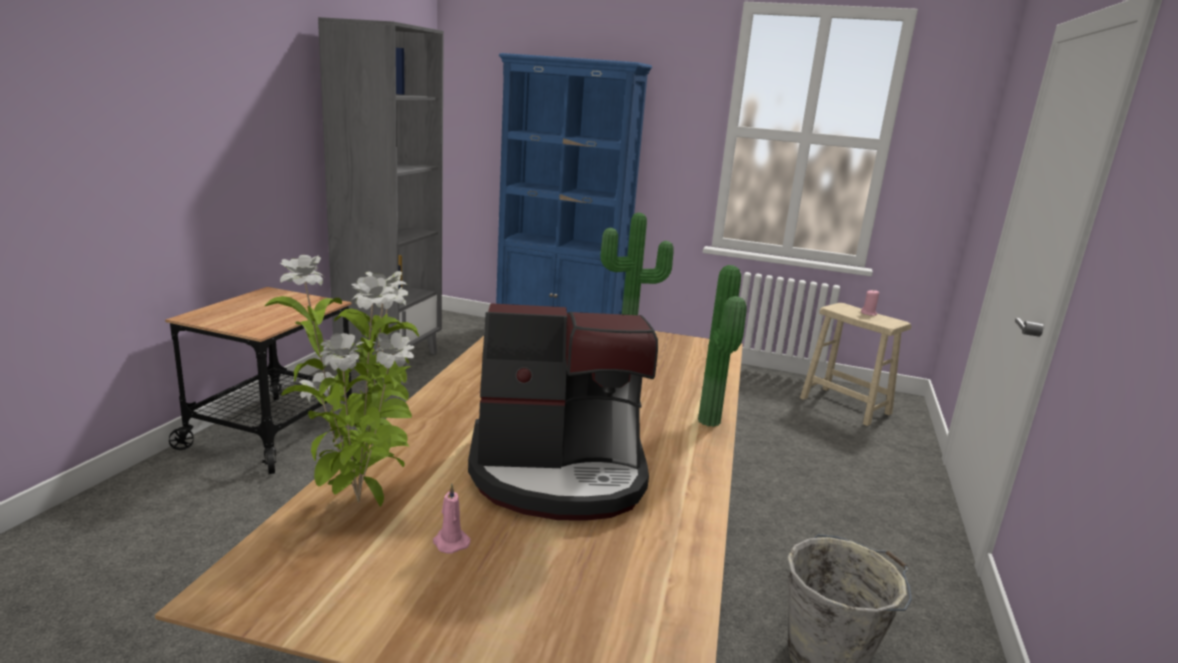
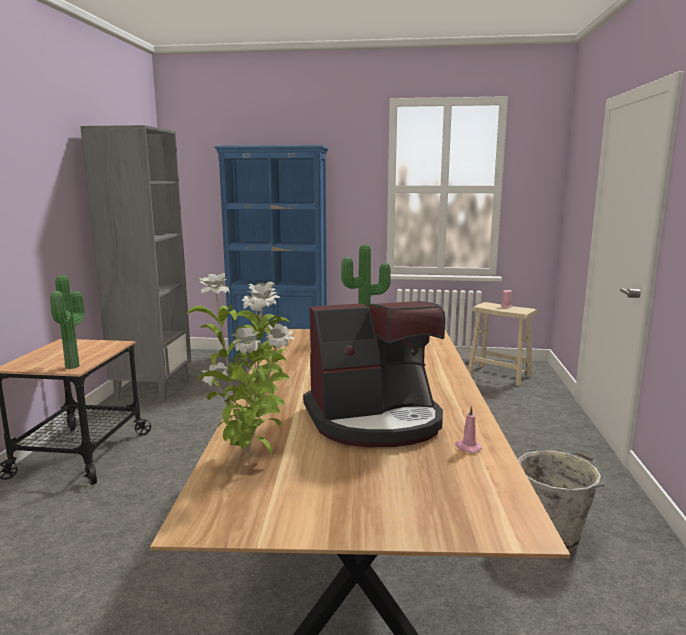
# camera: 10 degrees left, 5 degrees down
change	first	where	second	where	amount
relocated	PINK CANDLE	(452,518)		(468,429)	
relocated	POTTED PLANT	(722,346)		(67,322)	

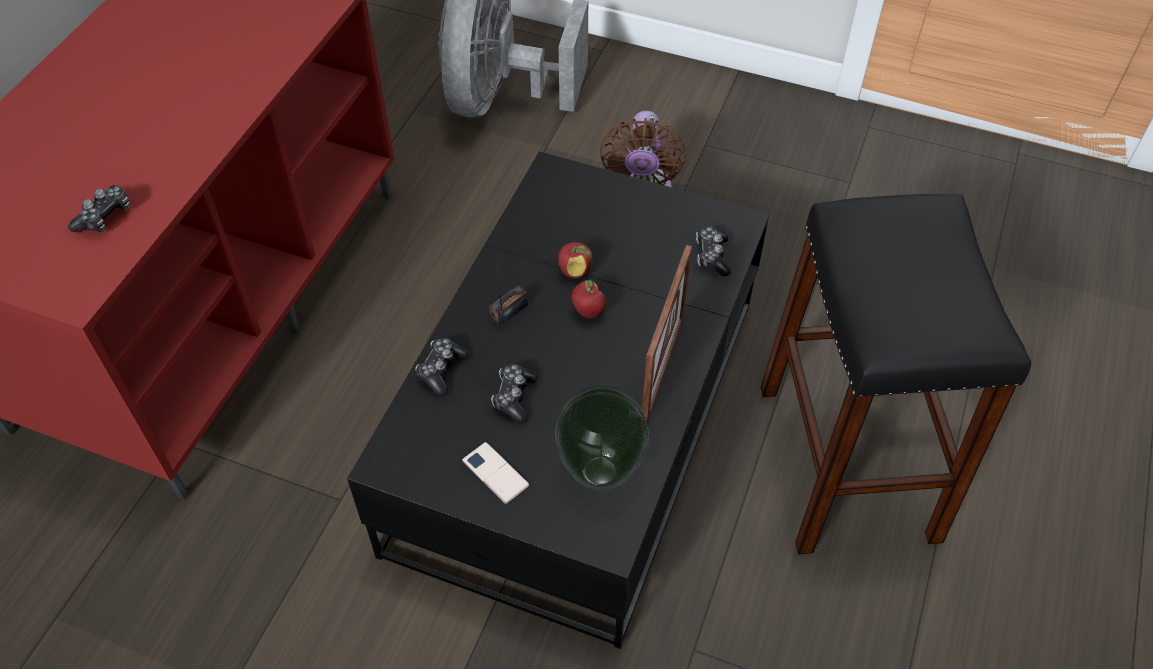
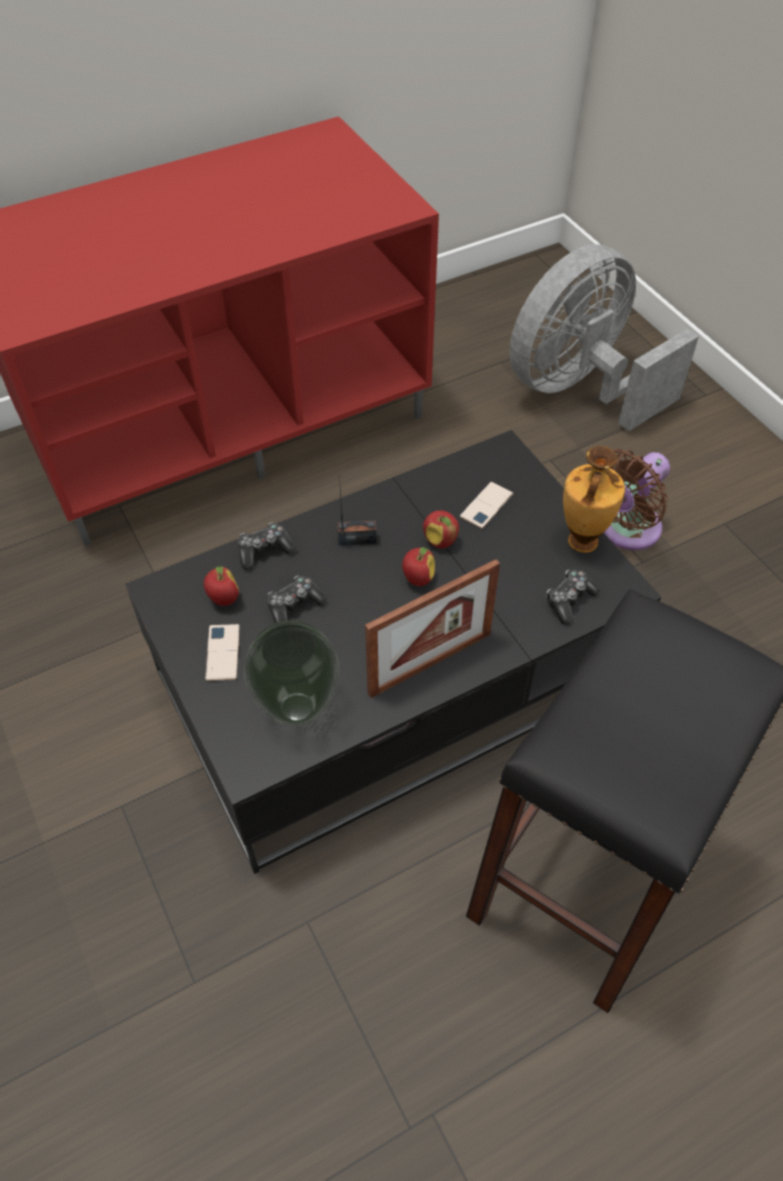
# camera: 40 degrees right, 0 degrees up
change	first	where	second	where	amount
missing	GAME CONTROLLER	(99,208)			
appeared			APPLE	(221,586)	
appeared			PHONE	(486,505)	
appeared			VASE	(594,499)	

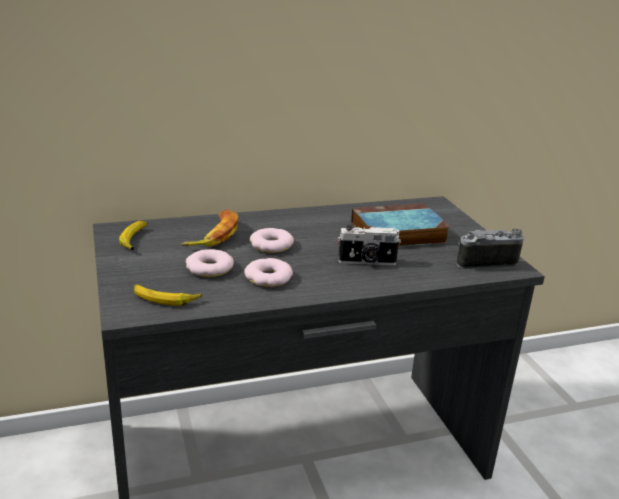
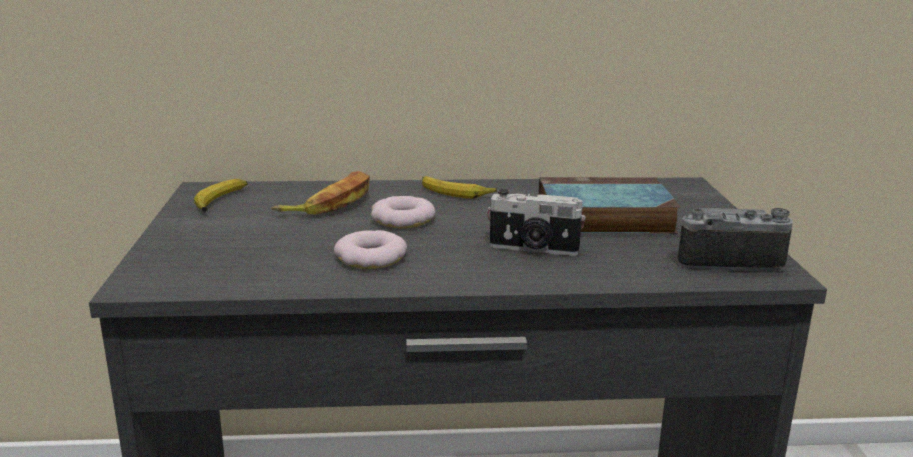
# camera: 15 degrees right, 5 degrees down
change	first	where	second	where	amount
missing	DONUT	(210,263)			
relocated	BANANA	(168,295)		(459,187)	

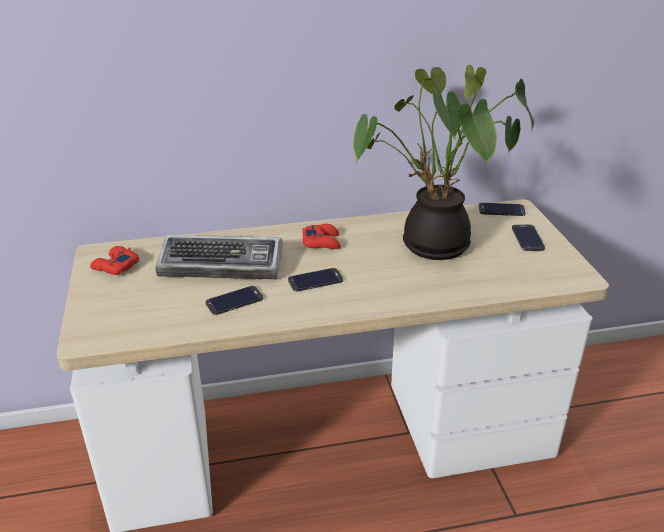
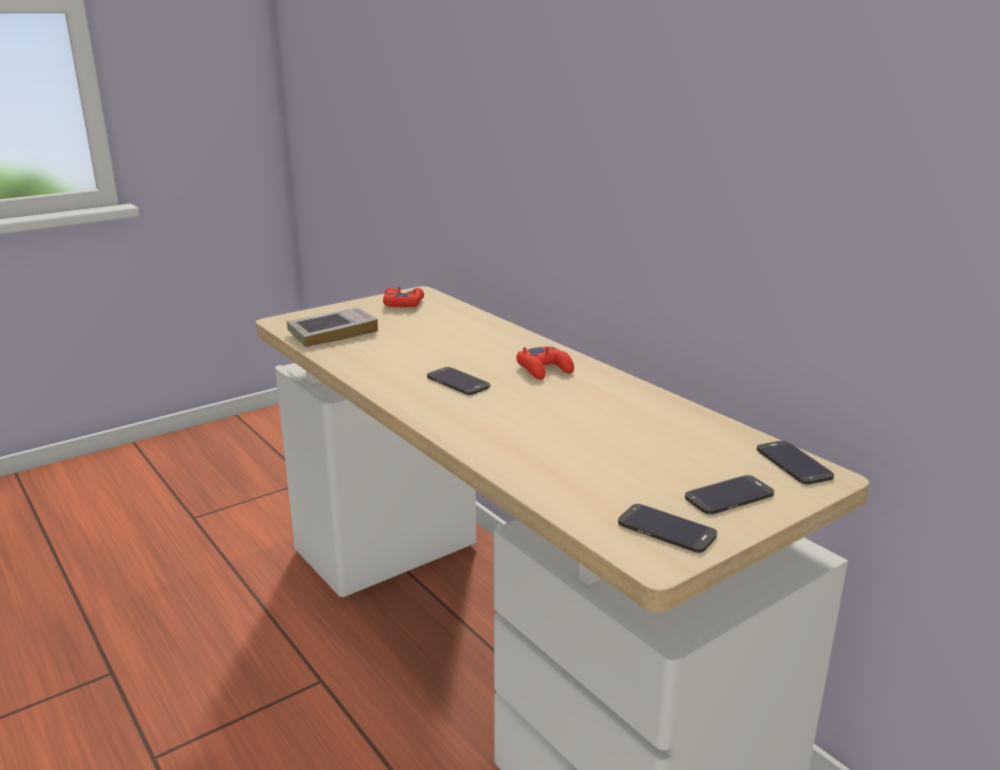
# camera: 65 degrees right, 10 degrees down
change	first	where	second	where	amount
missing	KEYBOARD	(219,256)			
missing	POTTED PLANT	(443,162)			
appeared			BOOK	(332,327)	
relocated	PHONE	(234,300)		(667,528)	

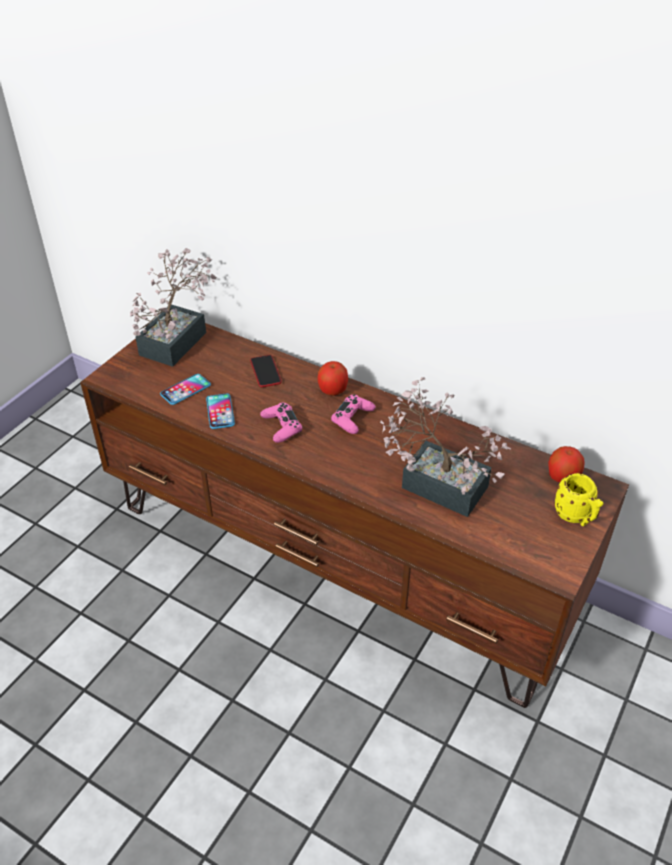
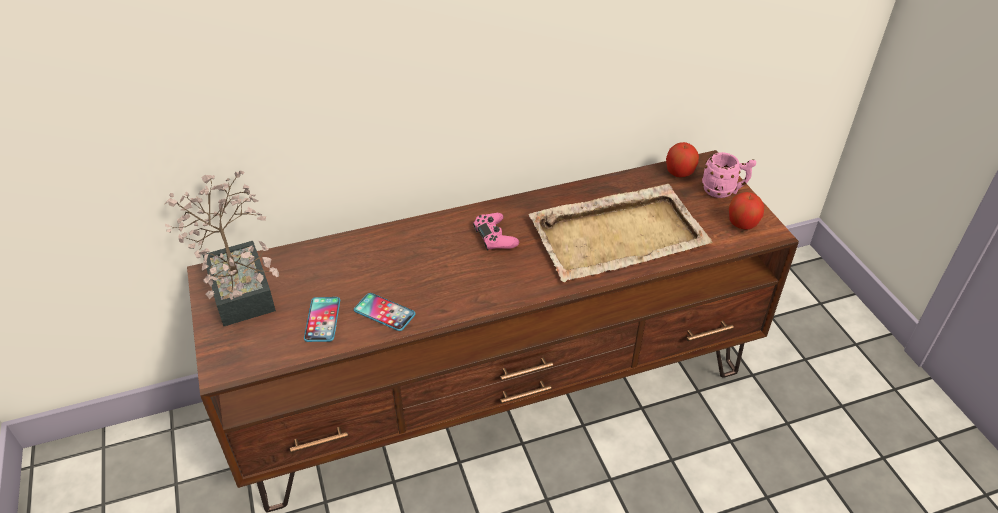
# camera: 50 degrees left, 0 degrees up
change	first	where	second	where	amount
missing	PHONE	(266,371)			
missing	PINK GAME CONTROLLER	(281,423)			
relocated	APPLE	(332,378)		(746,211)	
exchanged	POTTED PLANT	(445,447)	BEIGE TRAY	(621,233)	
colour	YELLOW MUG	(578,499)	PINK MUG	(729,175)	

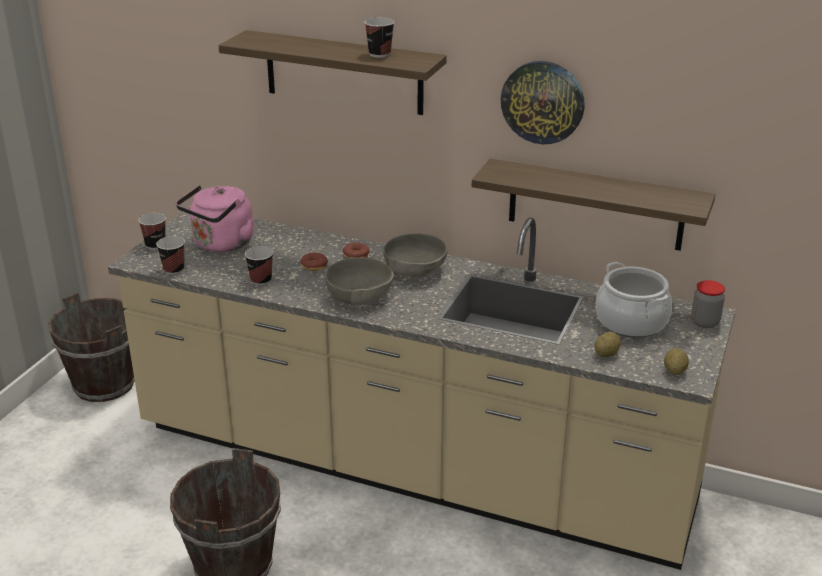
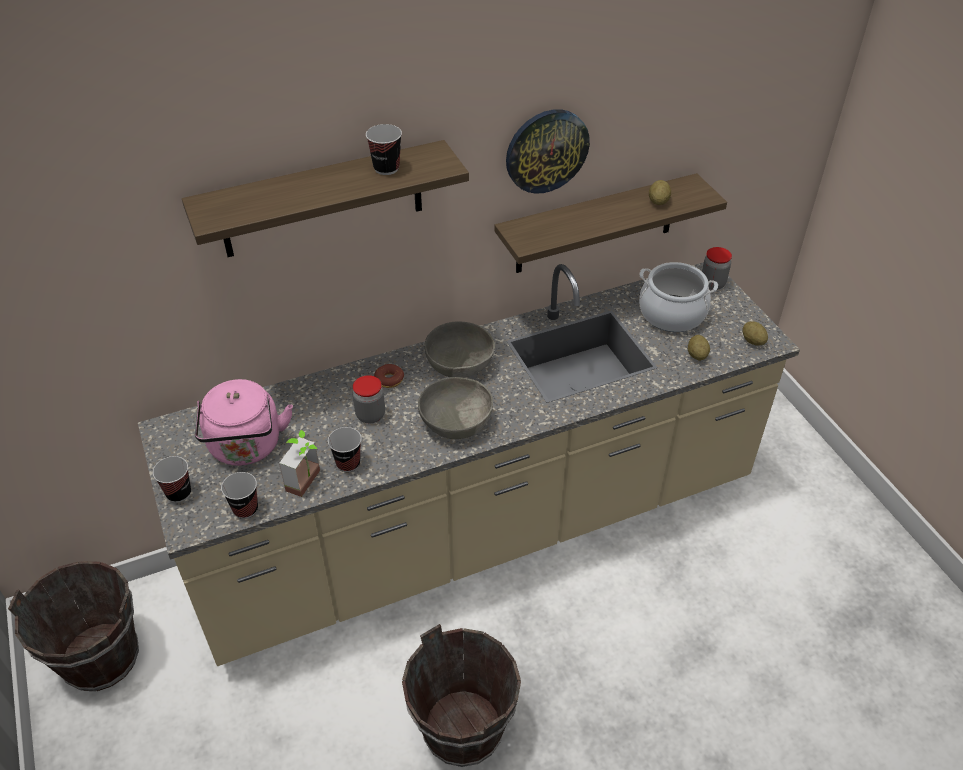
# camera: 45 degrees left, 15 degrees up
change	first	where	second	where	amount
appeared			POTTED PLANT	(299,463)	
appeared			POTATO	(660,192)	
exchanged	DONUT	(314,262)	JAR	(369,399)	

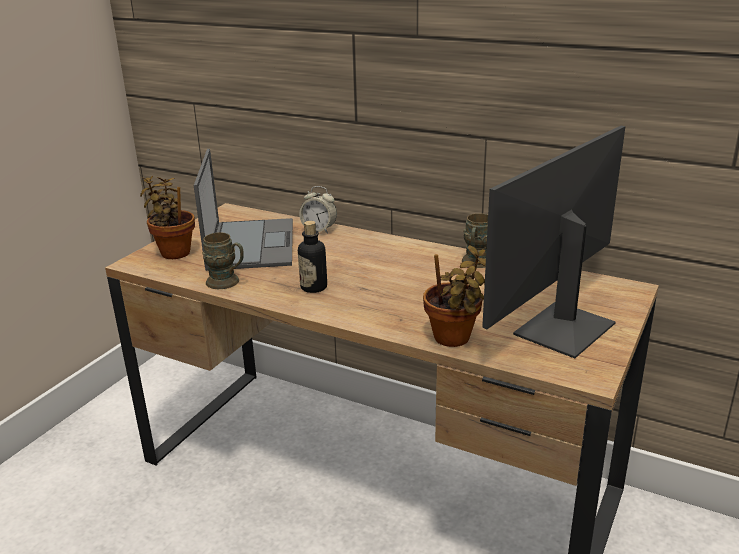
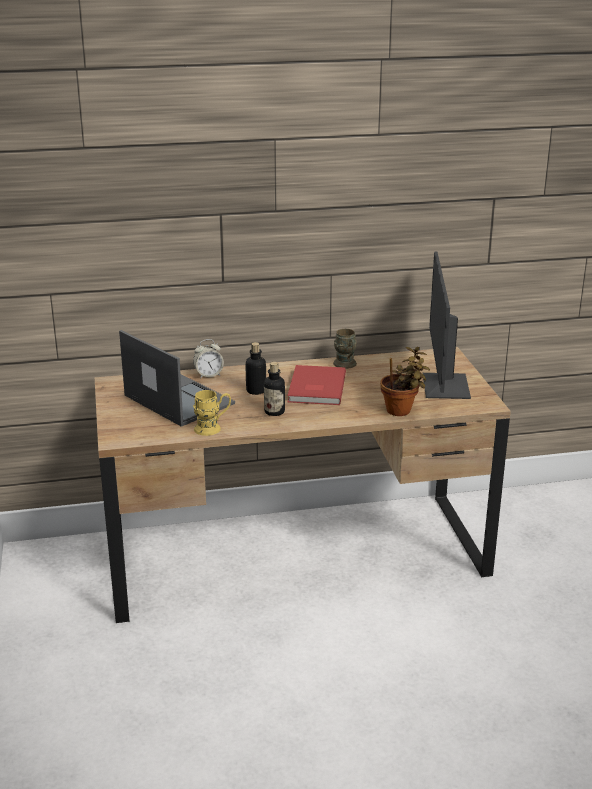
# camera: 40 degrees left, 0 degrees up
change	first	where	second	where	amount
missing	POTTED PLANT	(167,217)			
appeared			BOTTLE	(255,368)	
appeared			RED BOOK	(316,385)	
colour	BROWN MUG	(223,260)	YELLOW MUG	(212,413)	

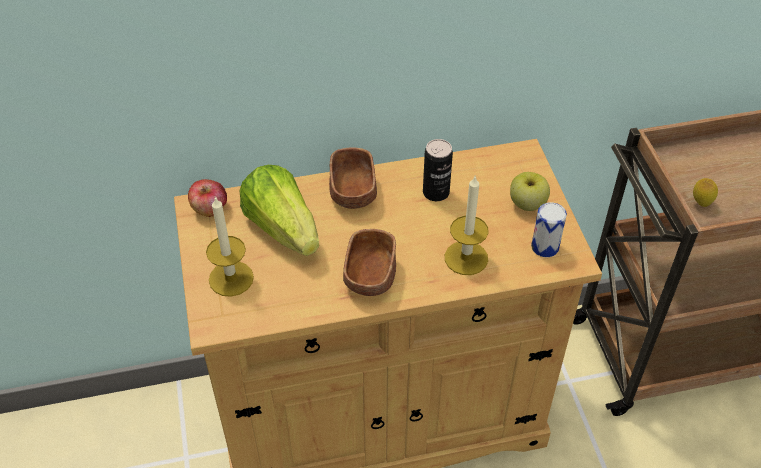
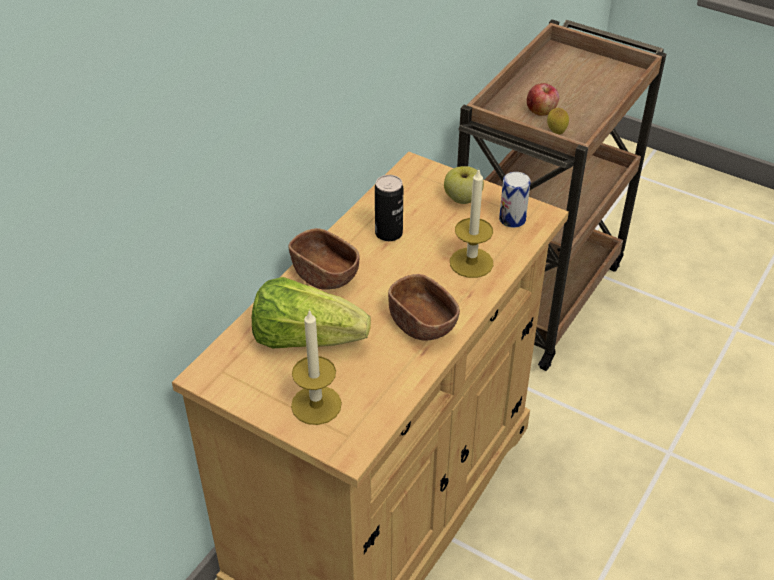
# camera: 45 degrees left, 5 degrees down
change	first	where	second	where	amount
relocated	APPLE	(207,198)		(543,99)	

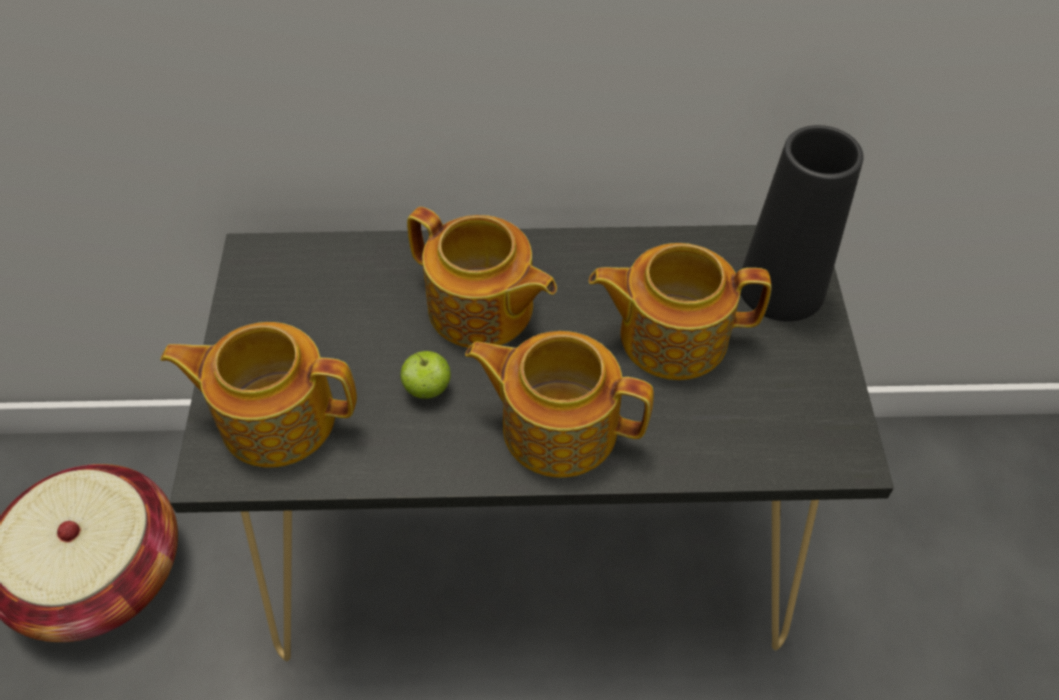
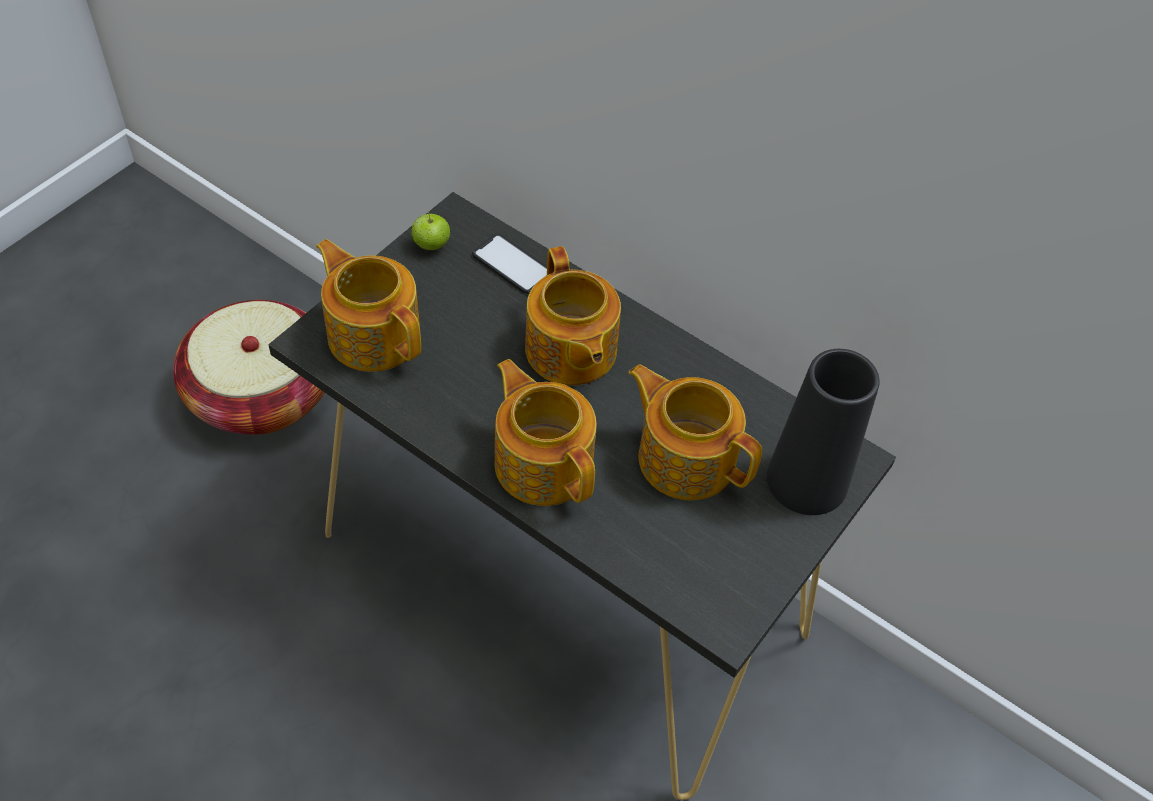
# camera: 35 degrees right, 0 degrees up
change	first	where	second	where	amount
appeared			PHONE	(509,263)	
relocated	APPLE	(425,375)		(430,230)	

